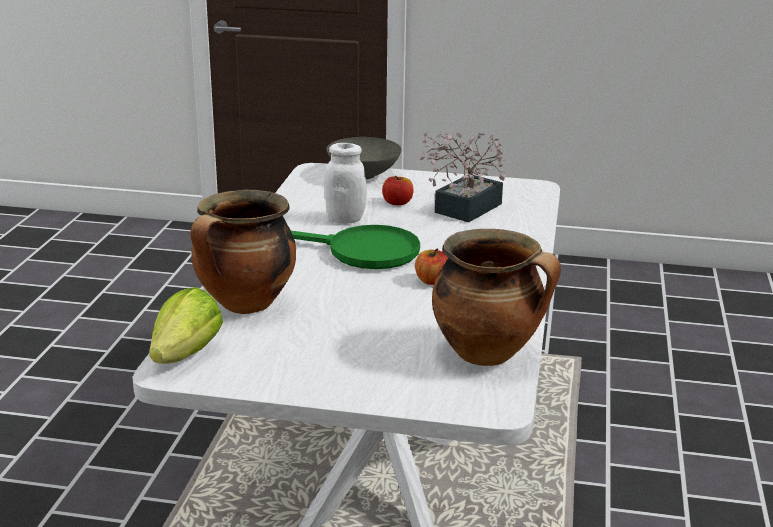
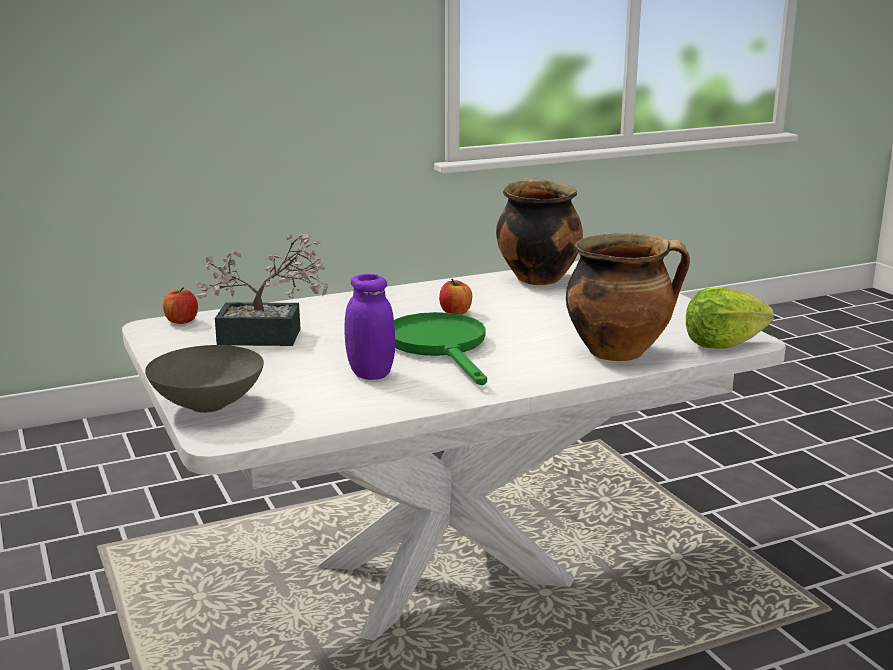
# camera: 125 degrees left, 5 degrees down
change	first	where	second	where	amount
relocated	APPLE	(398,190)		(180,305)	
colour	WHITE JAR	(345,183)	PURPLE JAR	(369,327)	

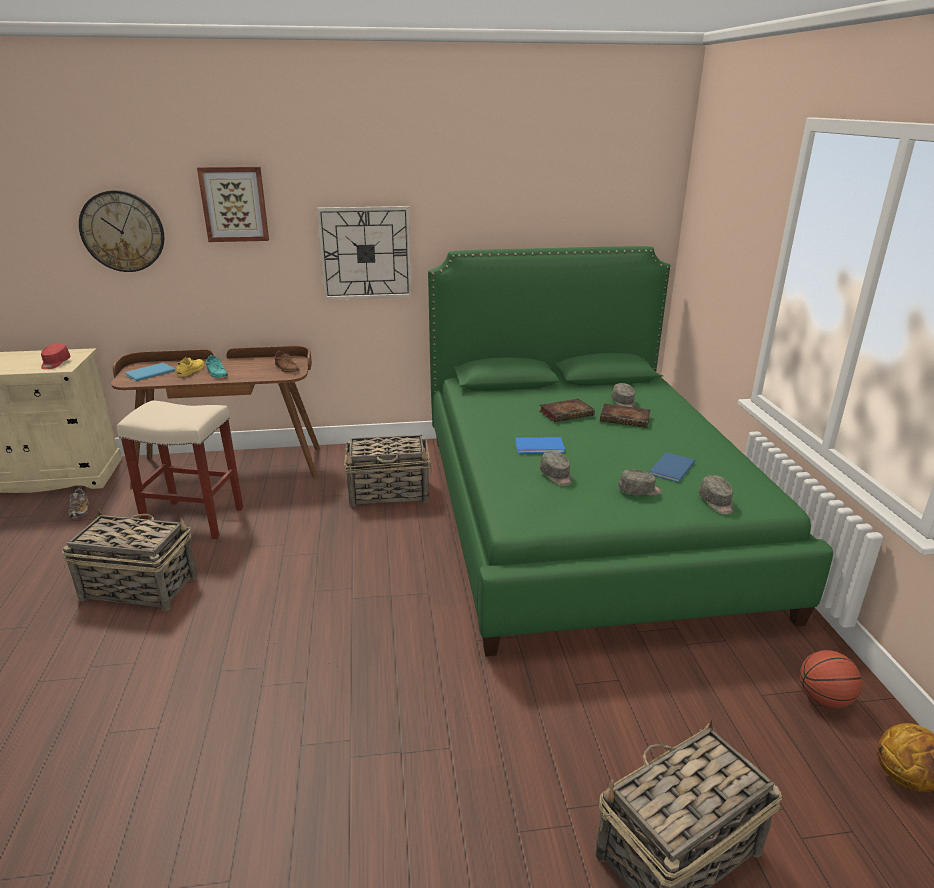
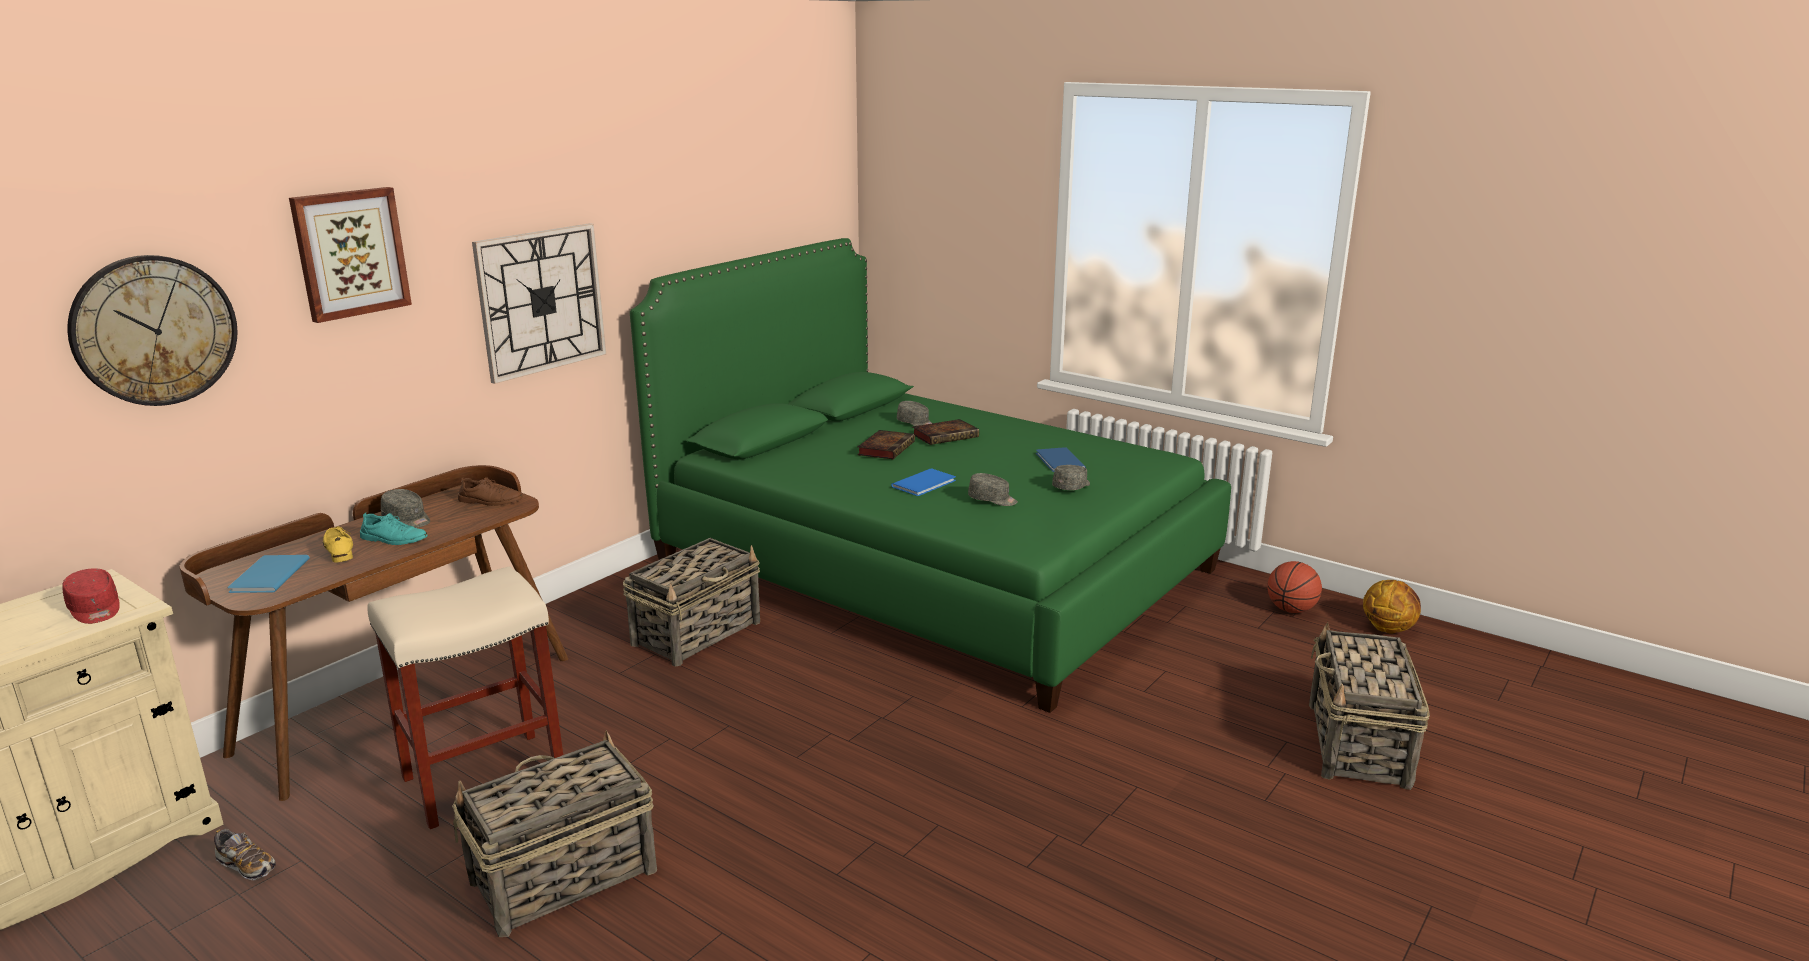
# camera: 45 degrees left, 5 degrees down
change	first	where	second	where	amount
relocated	GREY CAP	(716,494)		(405,508)	

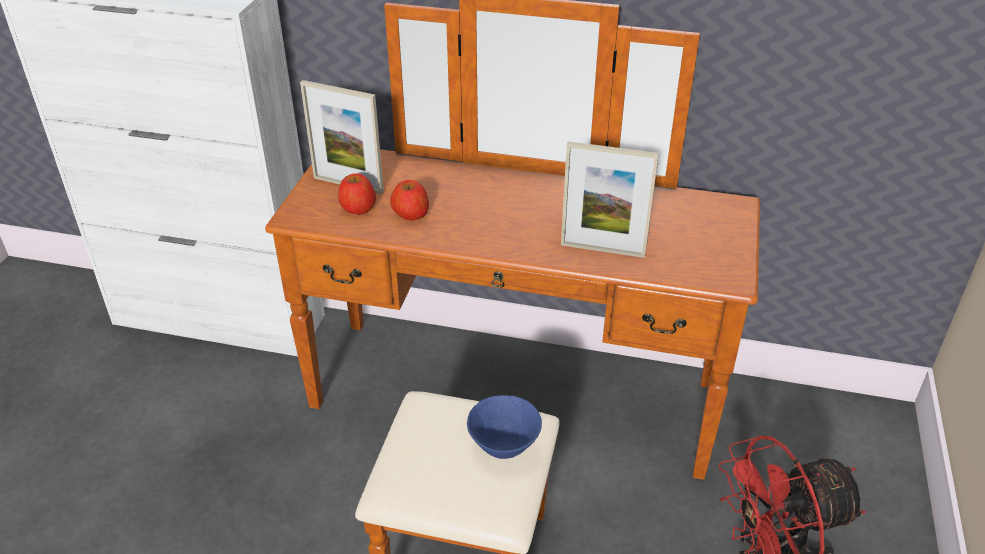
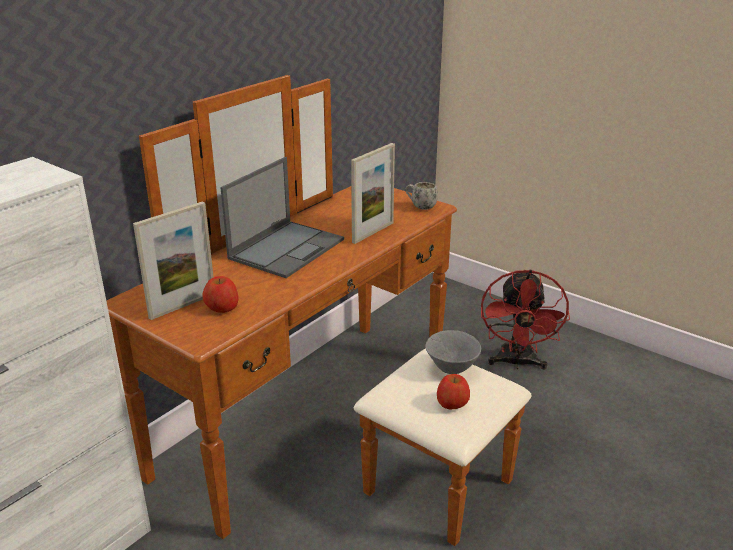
# camera: 65 degrees left, 10 degrees down
change	first	where	second	where	amount
appeared			LAPTOP	(282,217)	
appeared			WHITE MUG	(421,196)	
relocated	APPLE	(409,200)		(453,392)	
colour	BLUE BOWL	(504,427)	GREY BOWL	(453,352)	

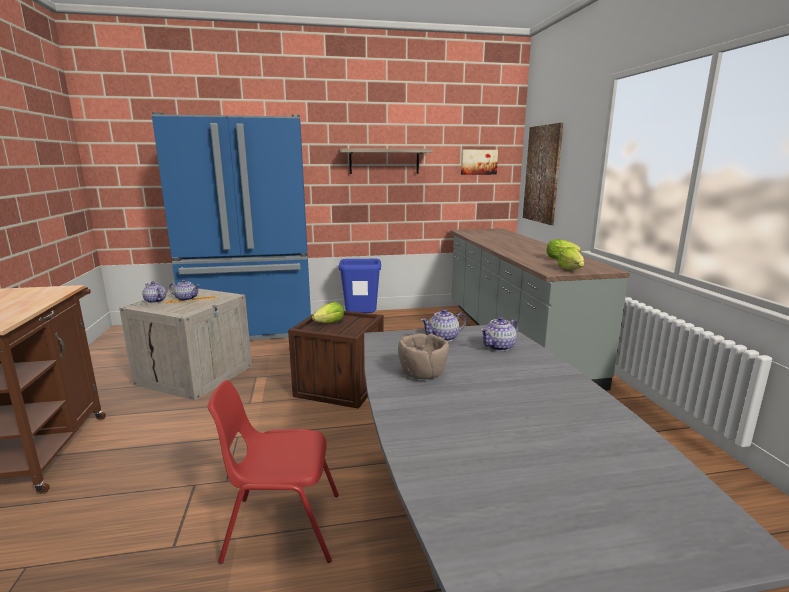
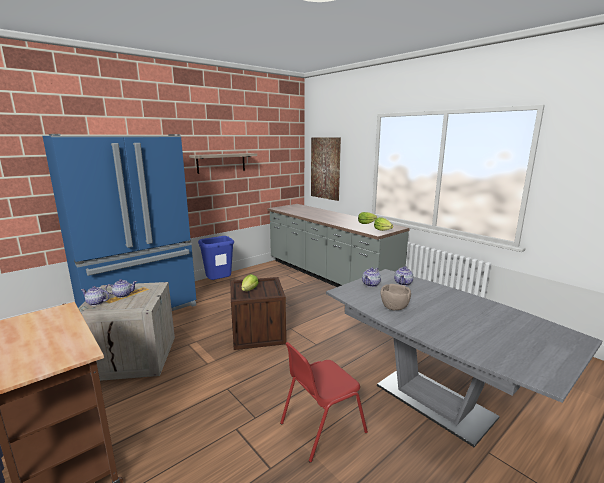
# camera: 30 degrees left, 0 degrees up
change	first	where	second	where	amount
missing	PICTURE	(479,162)			

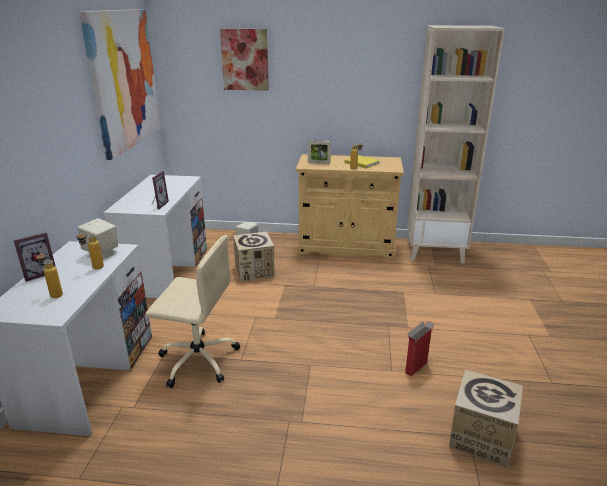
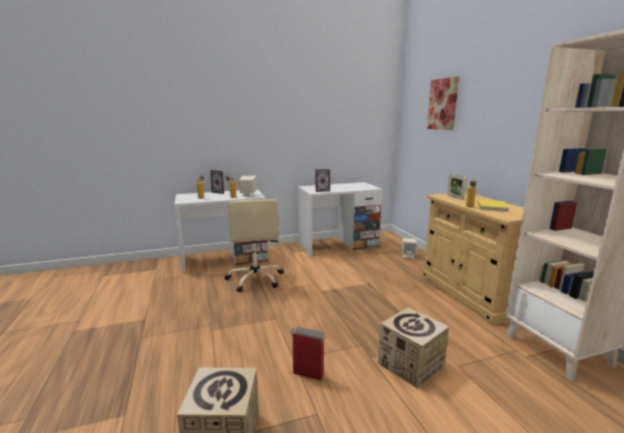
# camera: 65 degrees right, 10 degrees down
change	first	where	second	where	amount
missing	PICTURE	(120,84)			
relocated	CARDBOARD BOX	(253,257)		(413,348)	

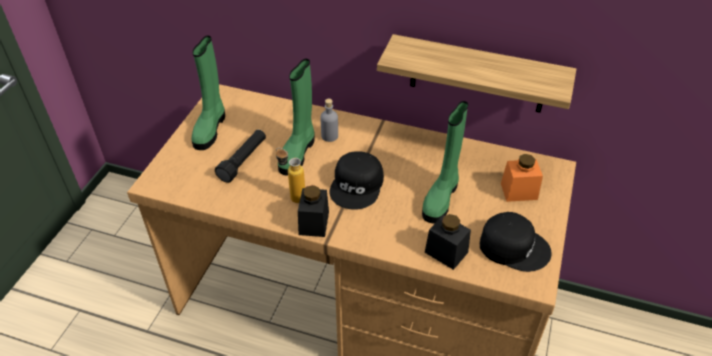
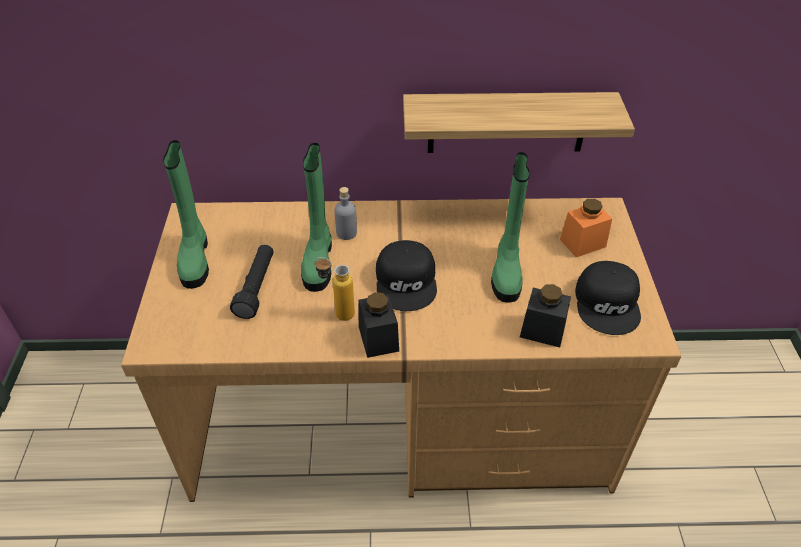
# camera: 20 degrees left, 0 degrees up
change	first	where	second	where	amount
spun	BLACK CAP	(516,242)		(608,298)	90 degrees clockwise

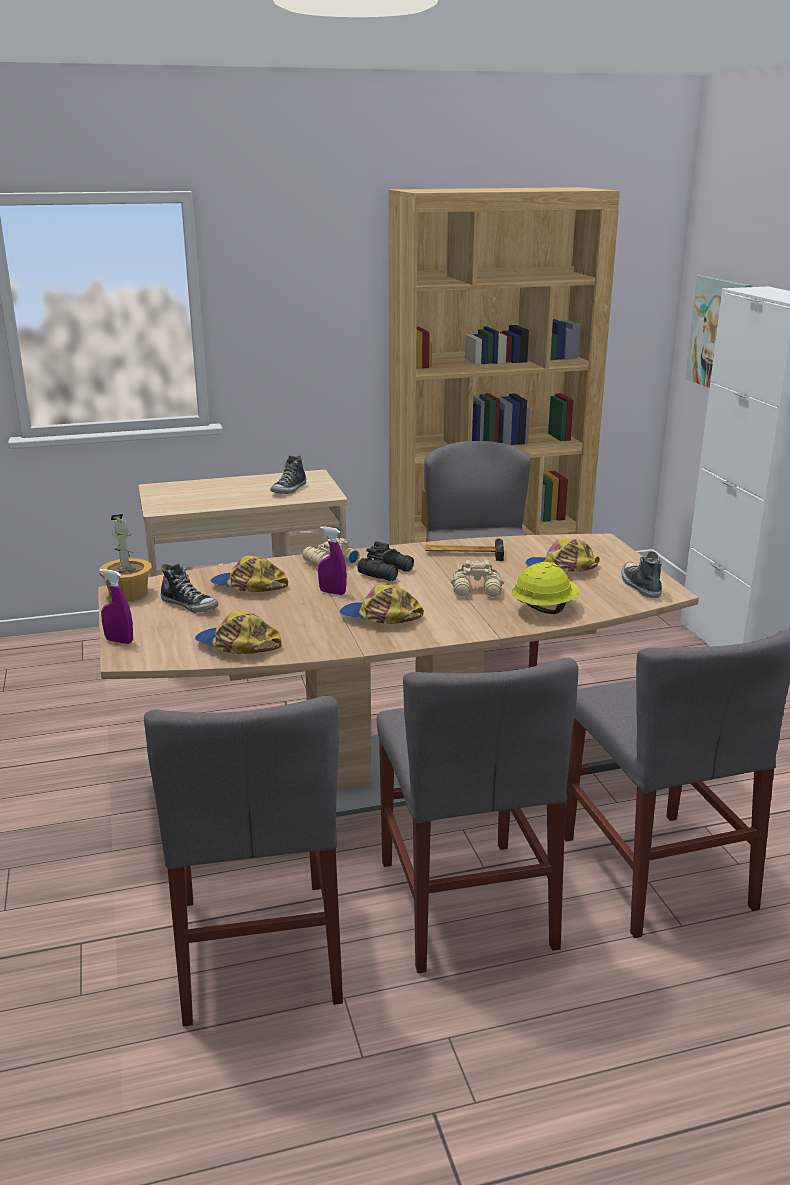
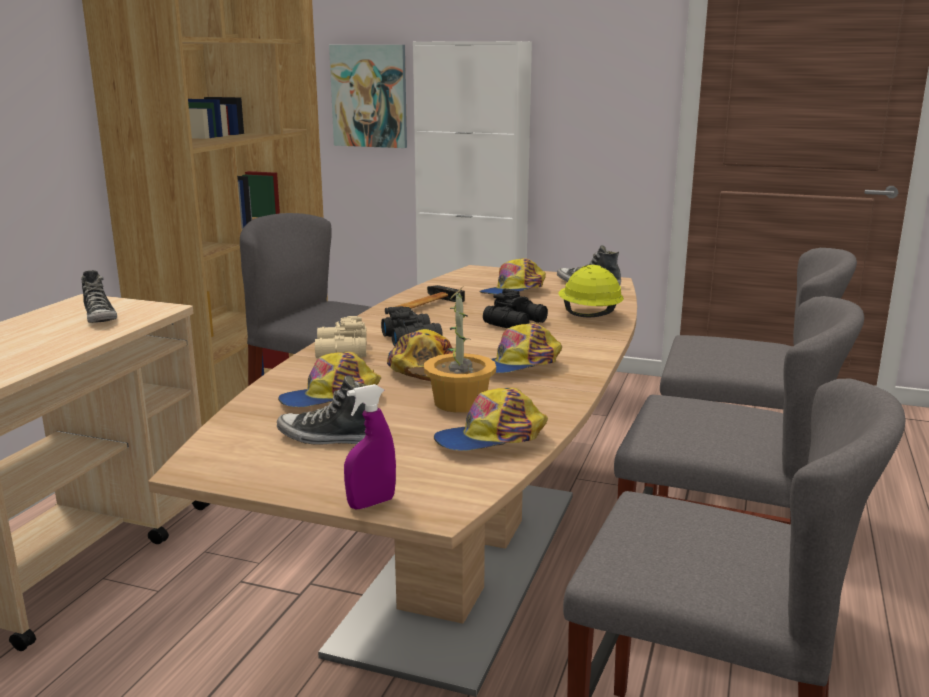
# camera: 55 degrees left, 5 degrees down
change	first	where	second	where	amount
relocated	POTTED PLANT	(125,557)		(460,350)	
exchanged	PURPLE SPRAY BOTTLE	(332,560)	CAP	(420,355)	
colour	BEIGE BINOCULARS	(477,578)	BLACK BINOCULARS	(515,308)	
spun	SHOE	(189,588)		(322,410)	150 degrees counterclockwise

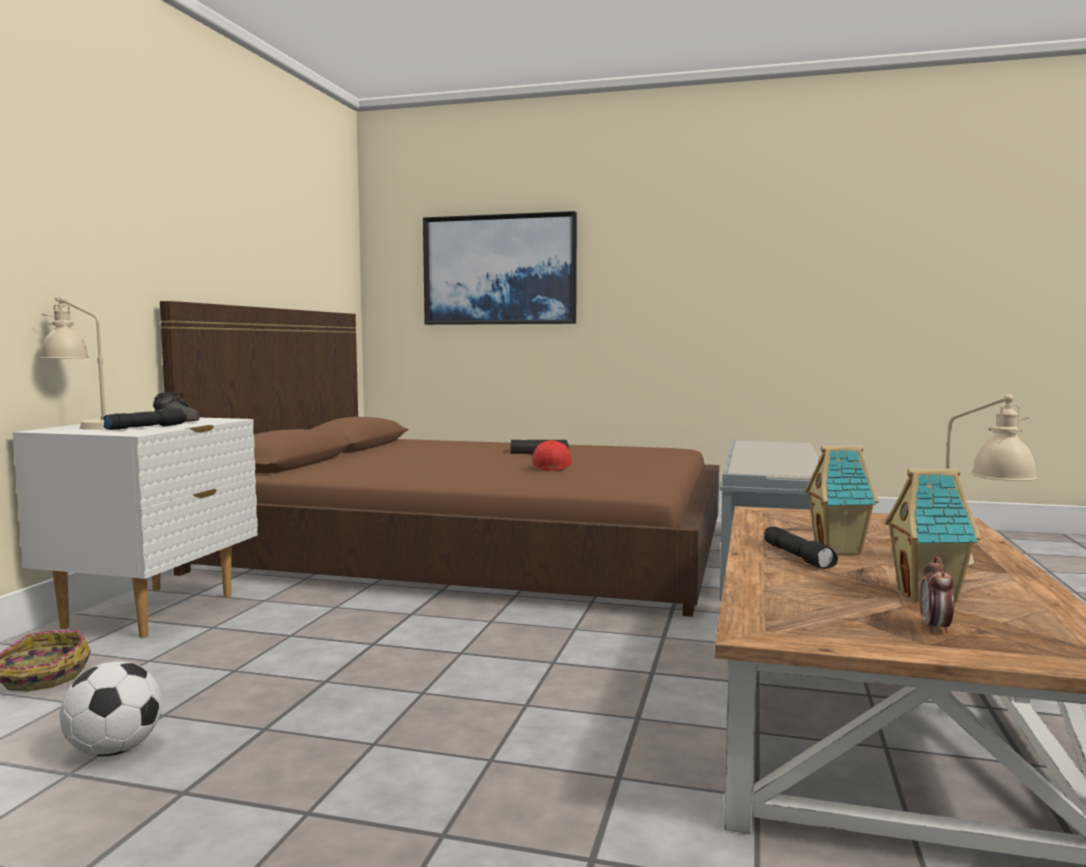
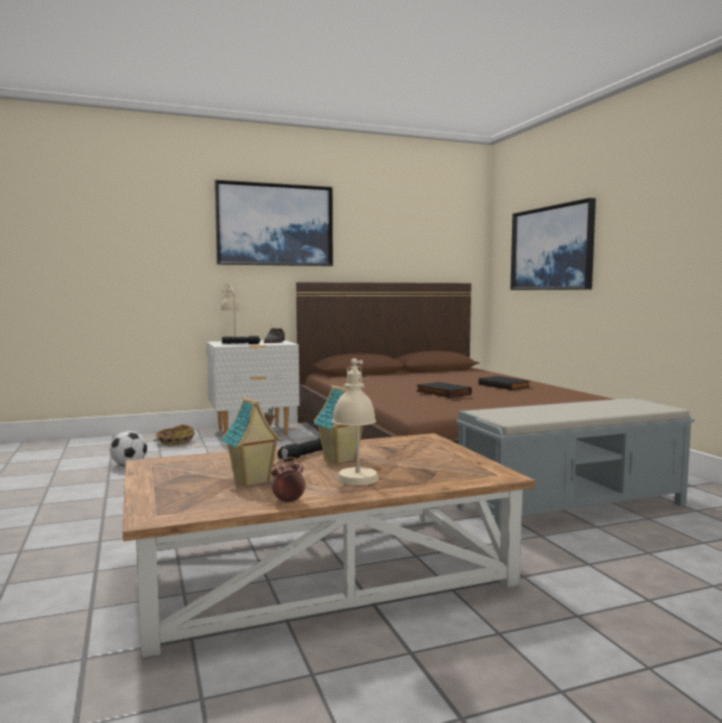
# camera: 55 degrees right, 0 degrees up
change	first	where	second	where	amount
appeared			PICTURE	(274,223)	
relocated	ALARM CLOCK	(936,594)		(288,480)	
exchanged	RED CAP	(552,455)	BLACK BOOK	(444,390)	

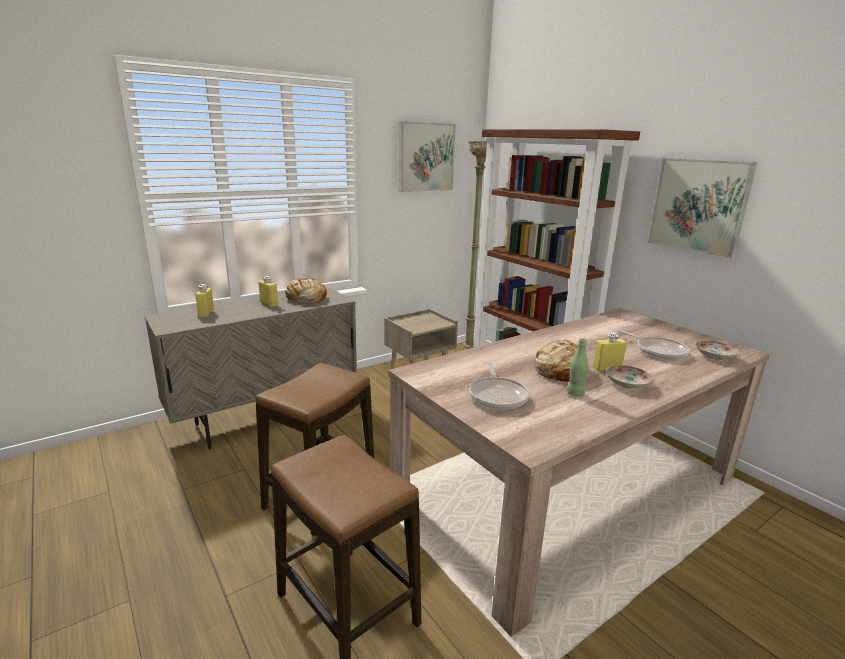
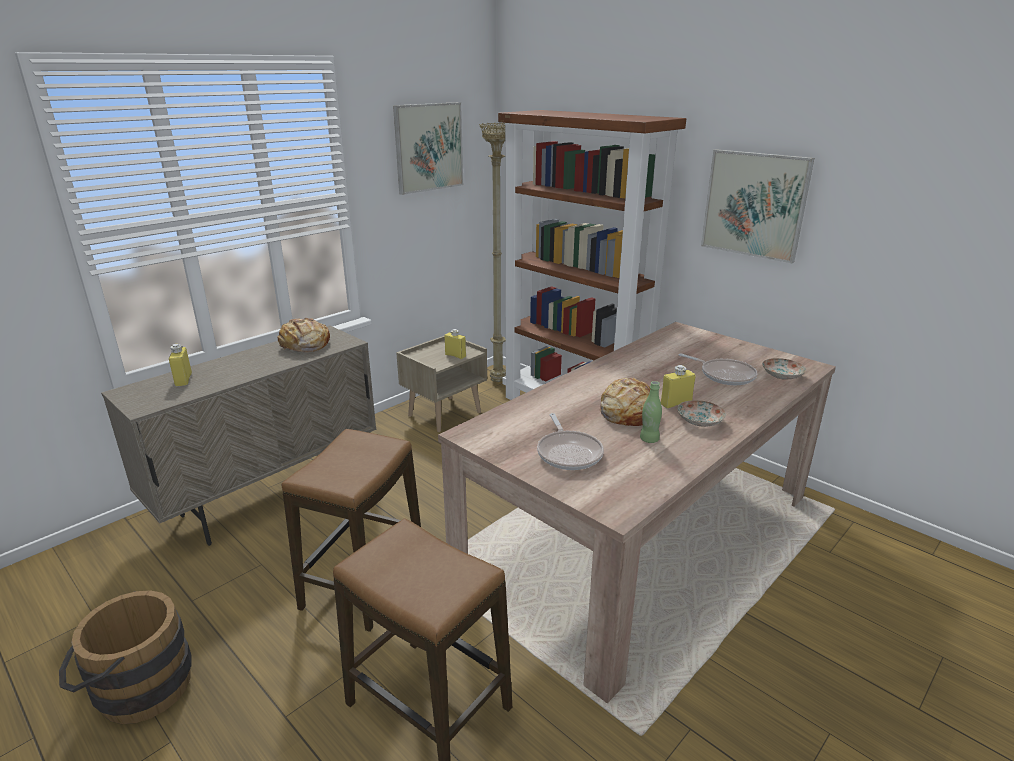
# camera: 10 degrees left, 5 degrees up
change	first	where	second	where	amount
appeared			BROWN BUCKET	(125,657)	
relocated	YELLOW BOTTLE	(268,291)		(455,344)	

